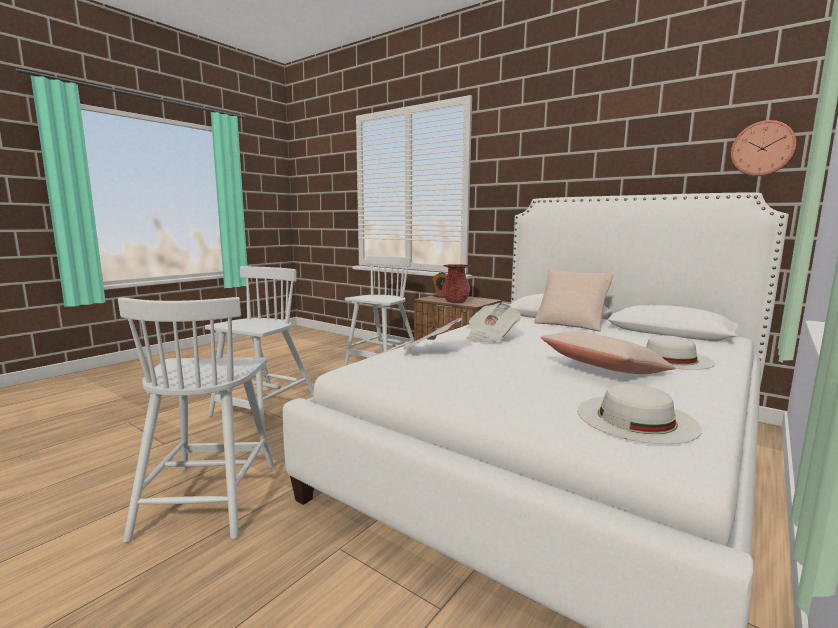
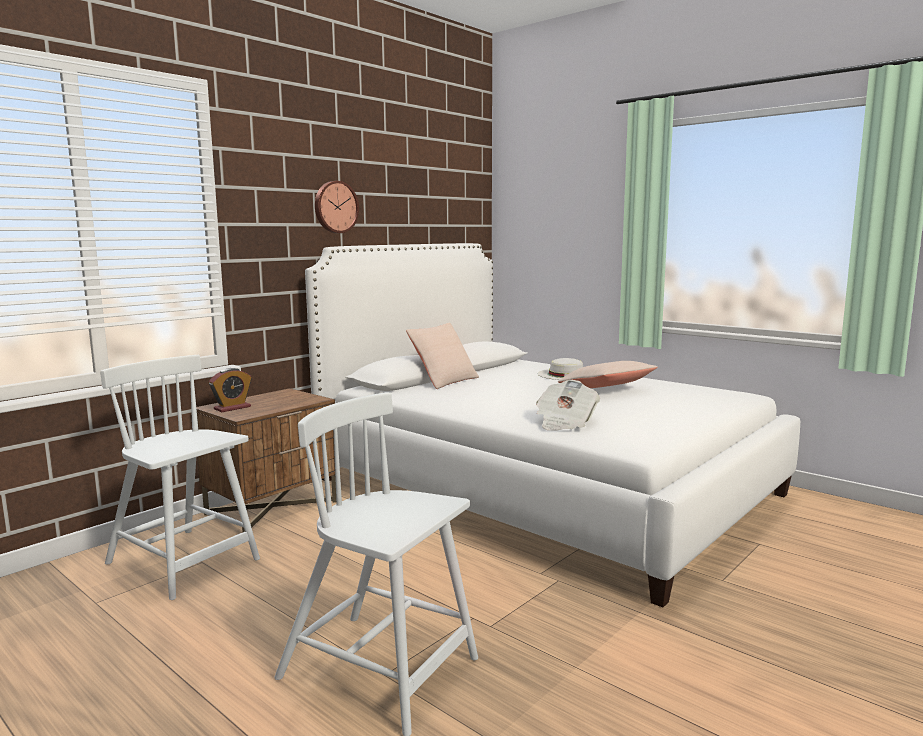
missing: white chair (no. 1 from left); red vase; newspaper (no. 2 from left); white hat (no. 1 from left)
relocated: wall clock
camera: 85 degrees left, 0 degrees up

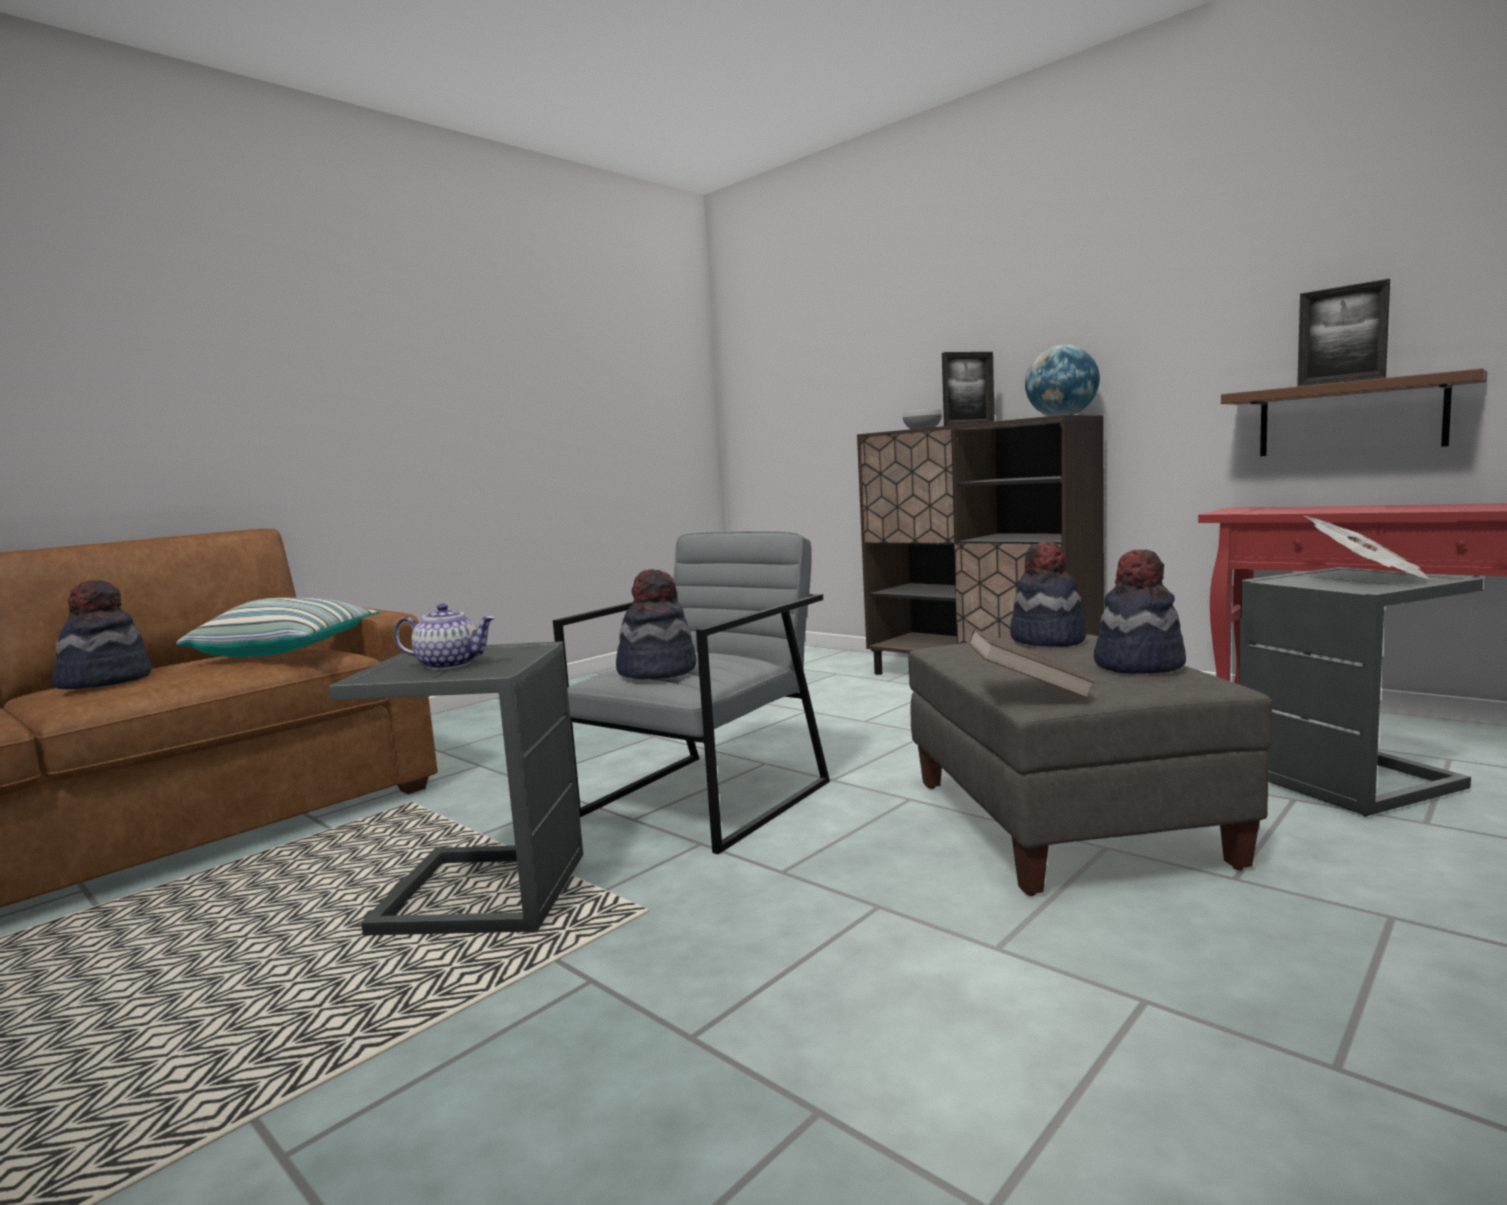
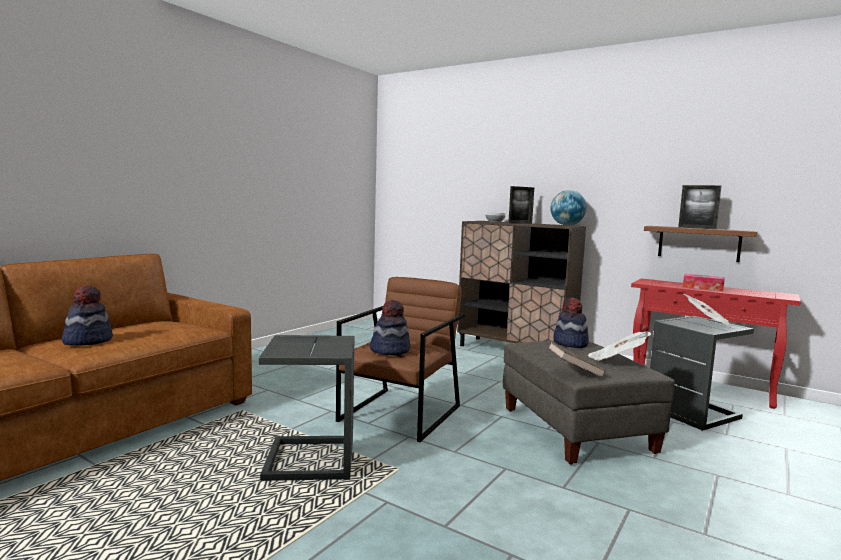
missing: pillow; teapot
appeared: tissue box
exchanged: hat (no. 4 from left) to newspaper (no. 1 from left)
colour: grey armchair to brown armchair
camera: 10 degrees left, 0 degrees up

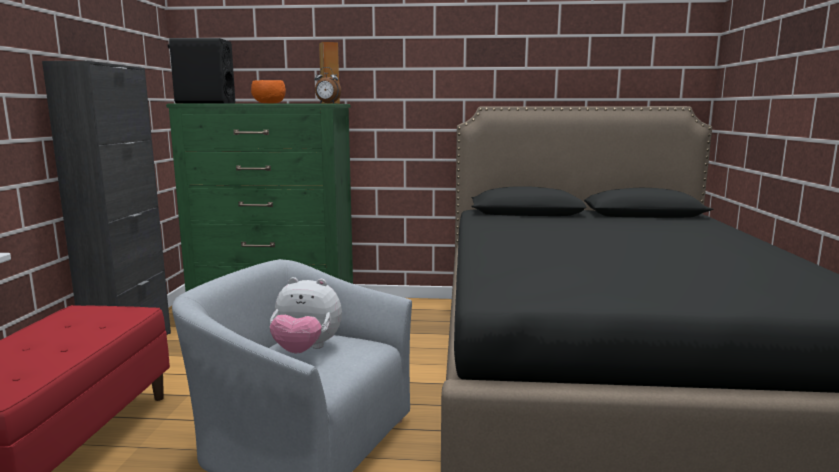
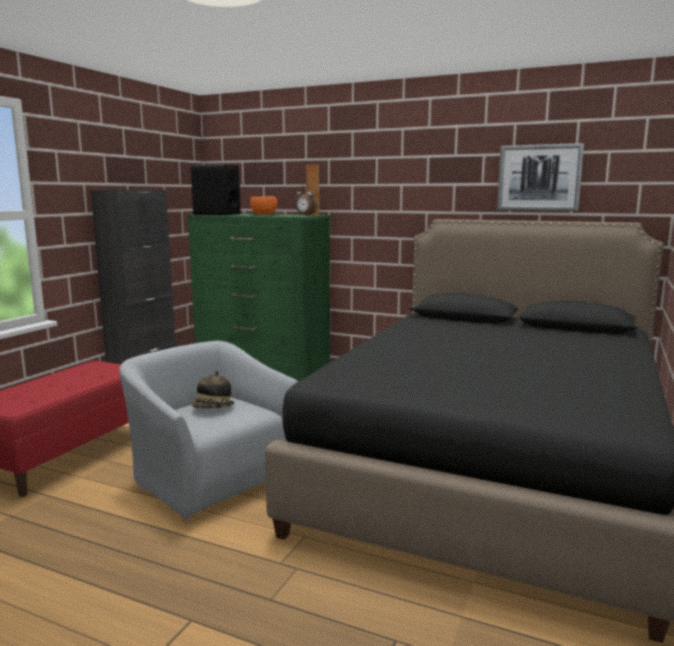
appeared: picture
exchanged: plush toy to hat
camera: 20 degrees right, 0 degrees up

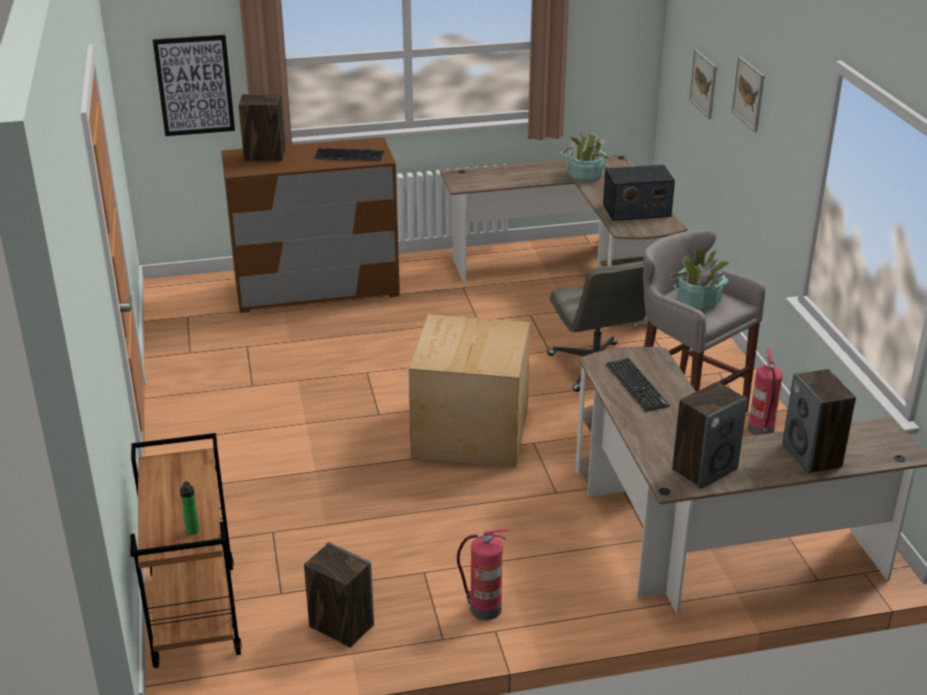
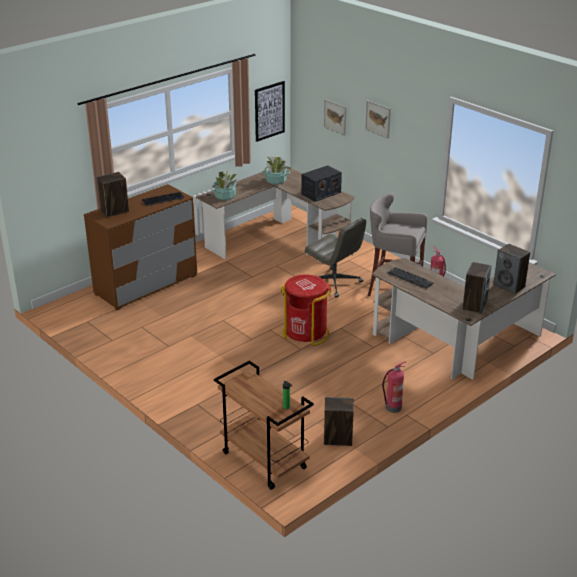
relocated: picture (no. 1 from left); potted plant (no. 2 from left in the first image) to potted plant (no. 1 from left)
exchanged: cardboard box to red trash can
camera: 30 degrees left, 0 degrees up

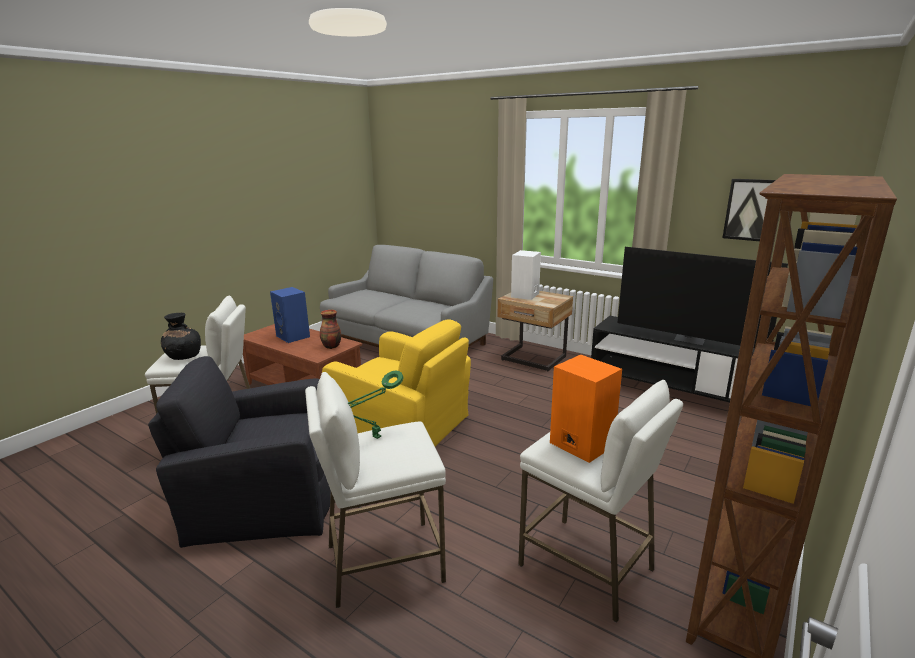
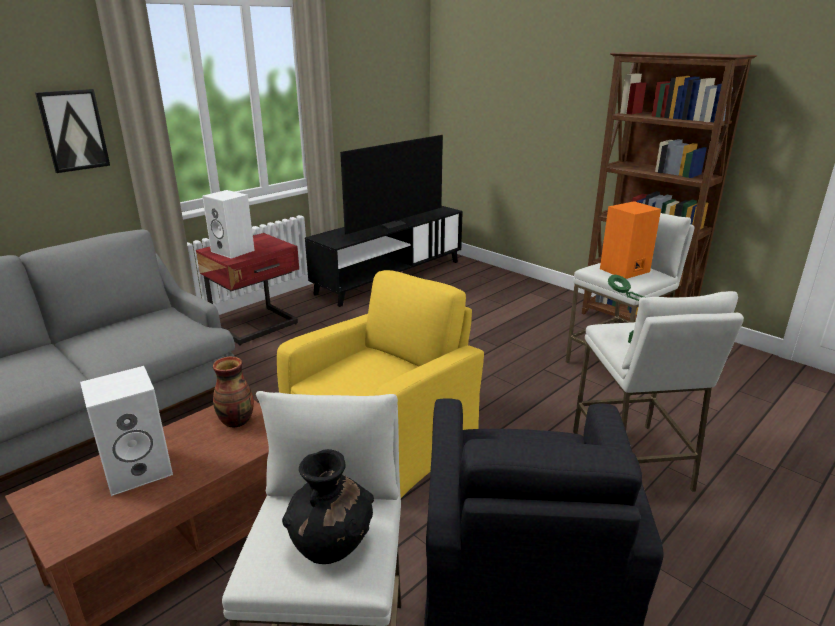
relocated: picture
colour: blue speaker to white speaker (no. 1 from left); beige nightstand to red nightstand
camera: 80 degrees left, 5 degrees up

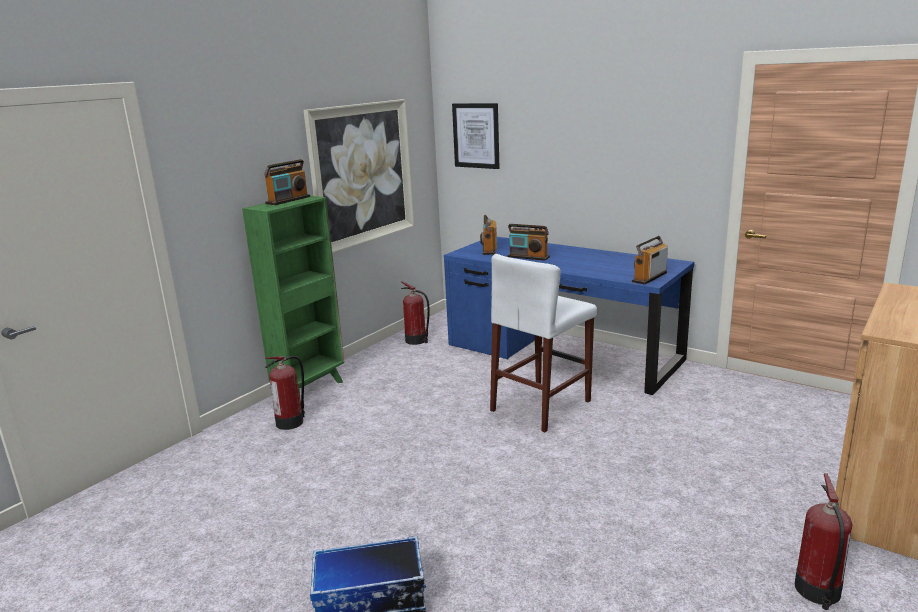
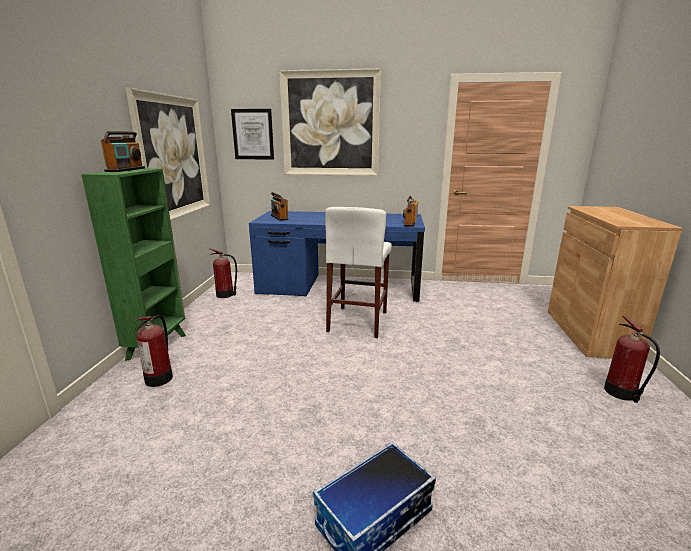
missing: radio (no. 3 from left)
appeared: picture (no. 3 from left)
camera: 30 degrees left, 0 degrees up

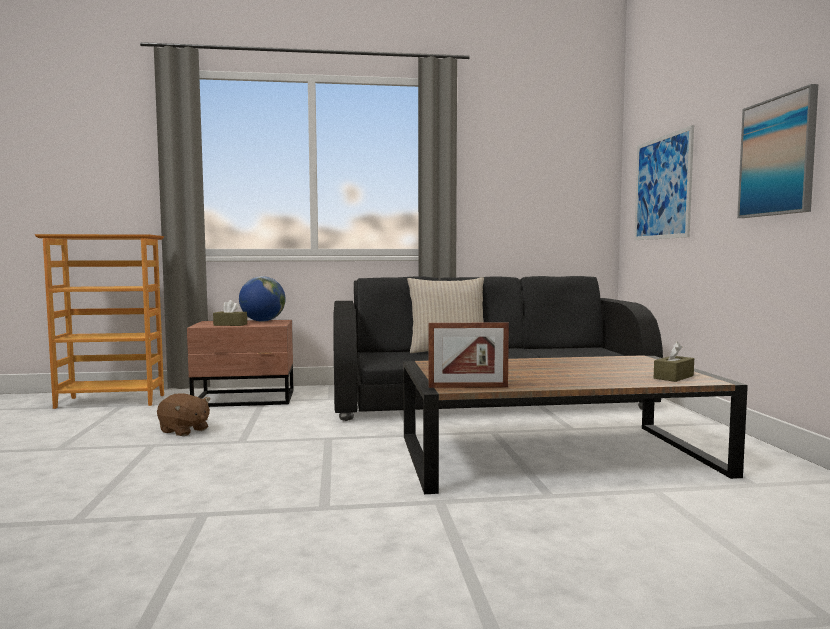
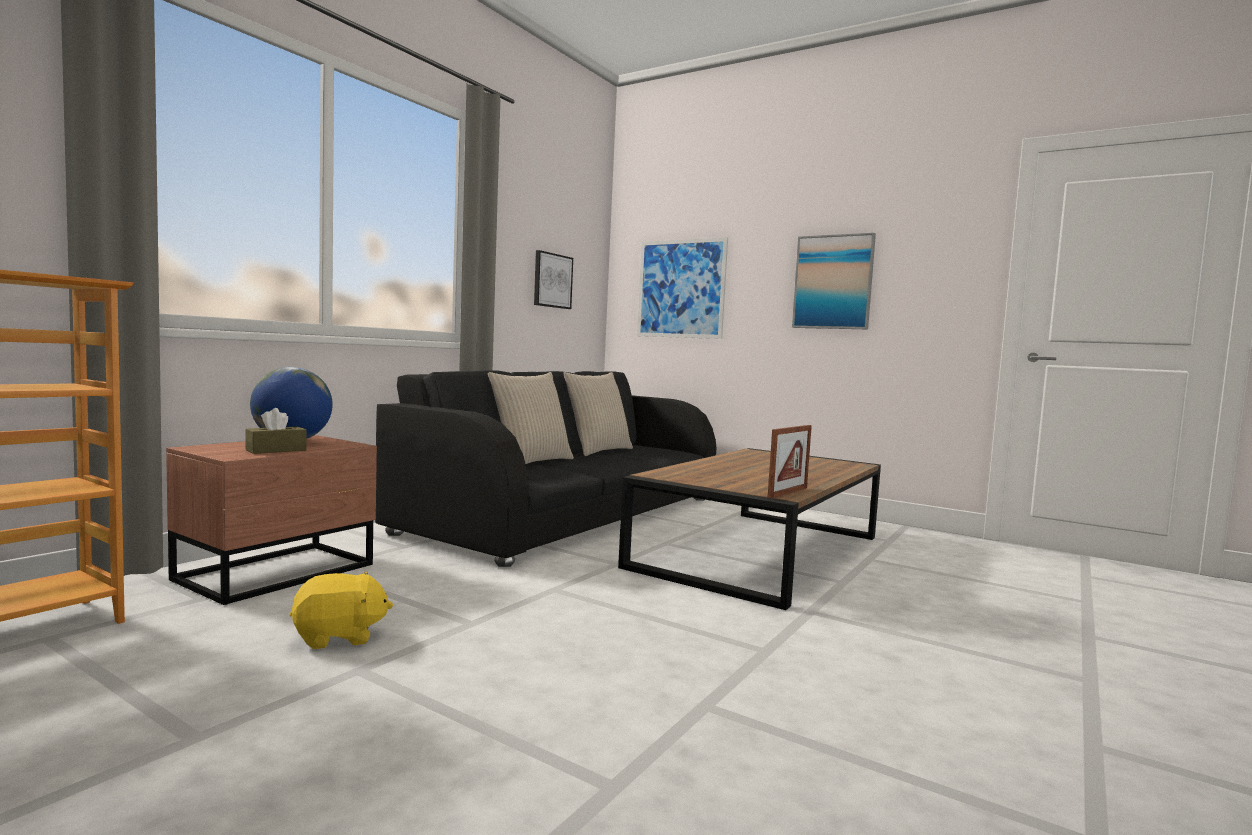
missing: brown tissue box (no. 2 from left)
appeared: picture (no. 1 from left); beige pillow (no. 2 from left)
colour: brown plush toy to yellow plush toy
camera: 50 degrees left, 0 degrees up

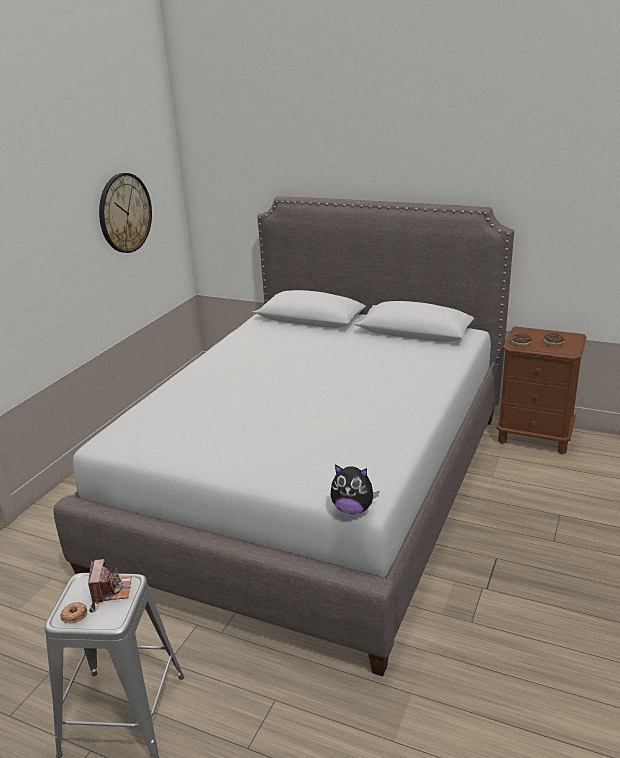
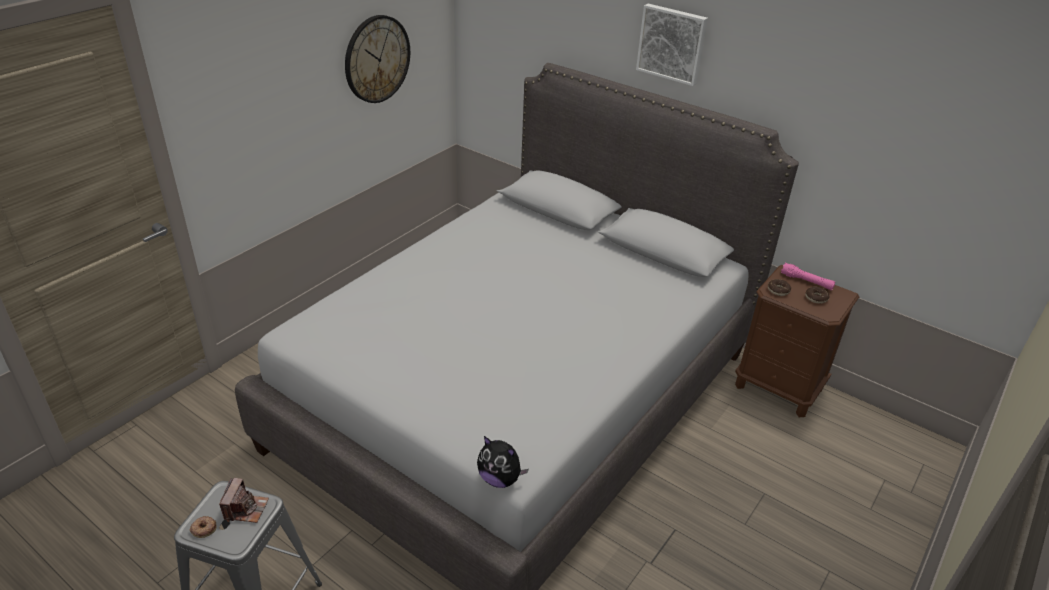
appeared: picture; pink flashlight
camera: 10 degrees right, 10 degrees up

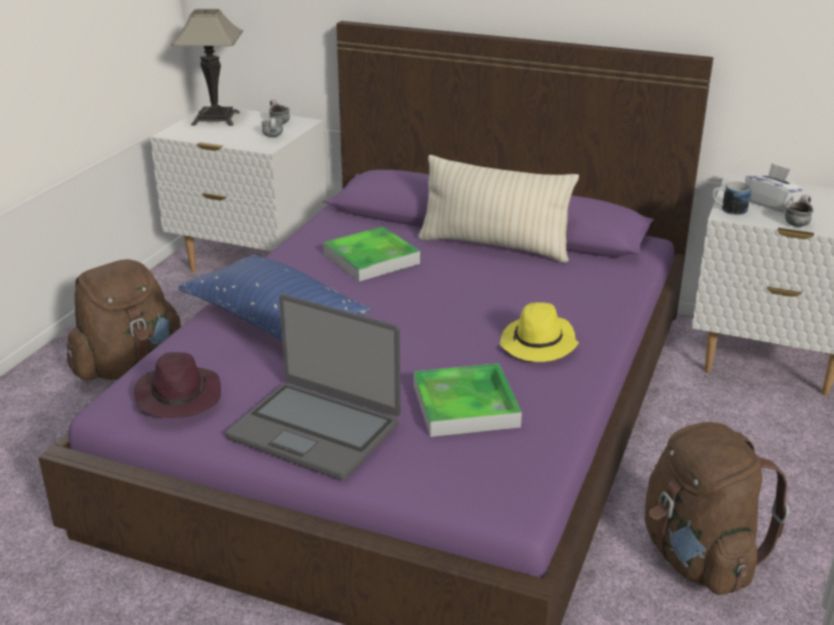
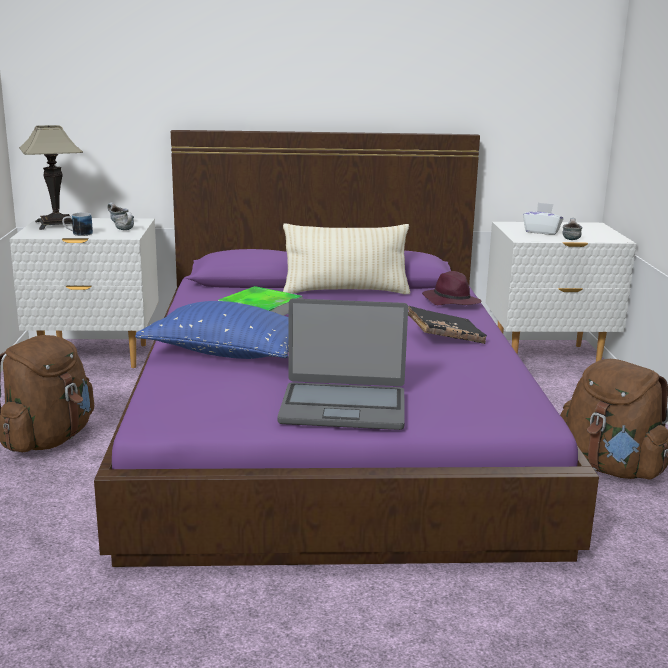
missing: tray (no. 2 from left)
relocated: purple hat; mug (no. 3 from left in the first image) to mug (no. 1 from left)
exchanged: yellow hat to black book
camera: 25 degrees left, 10 degrees down

